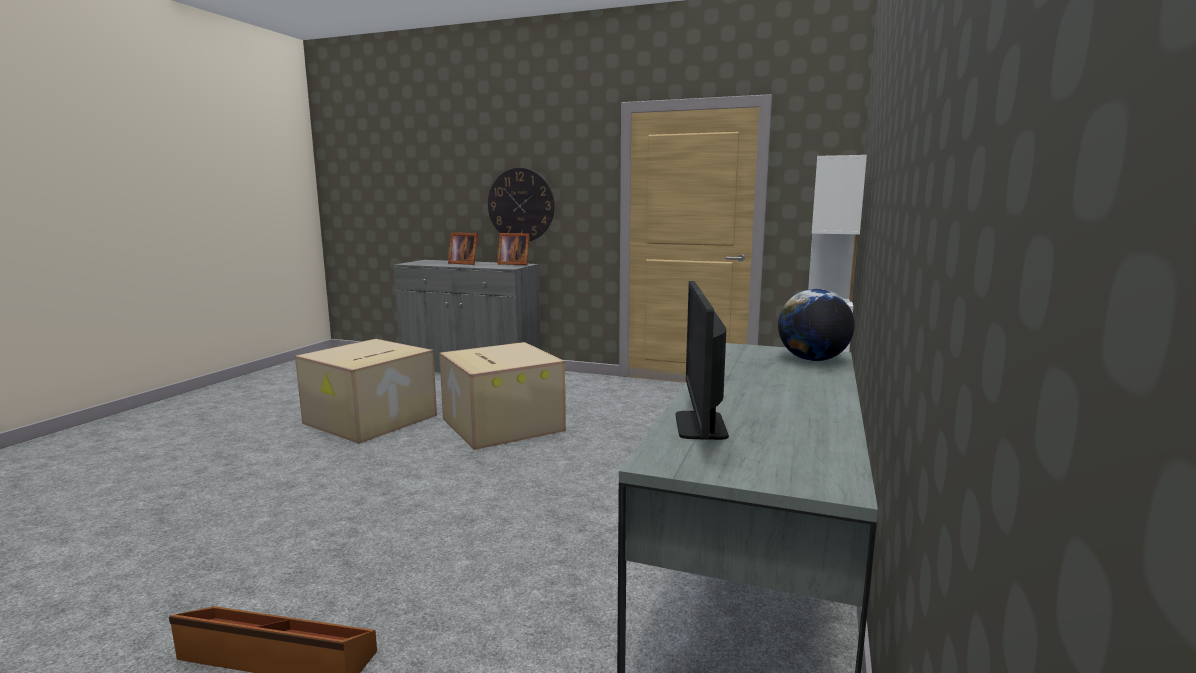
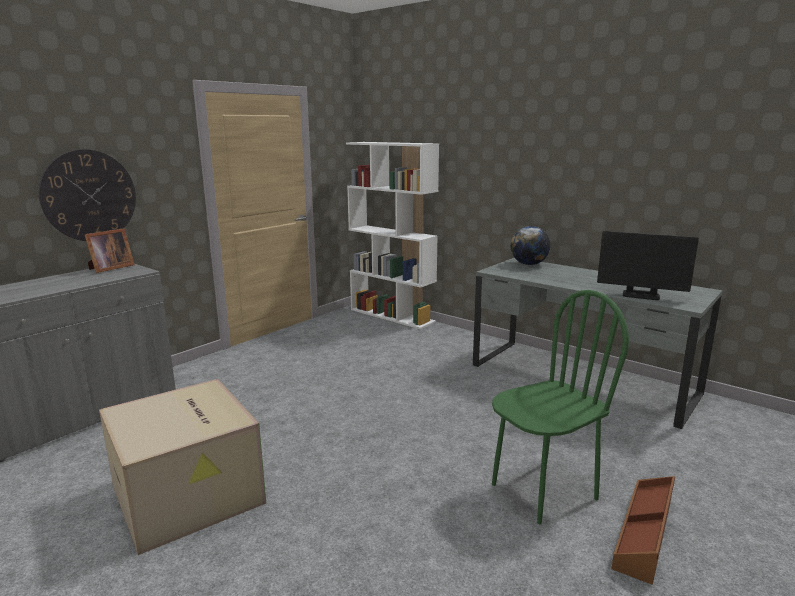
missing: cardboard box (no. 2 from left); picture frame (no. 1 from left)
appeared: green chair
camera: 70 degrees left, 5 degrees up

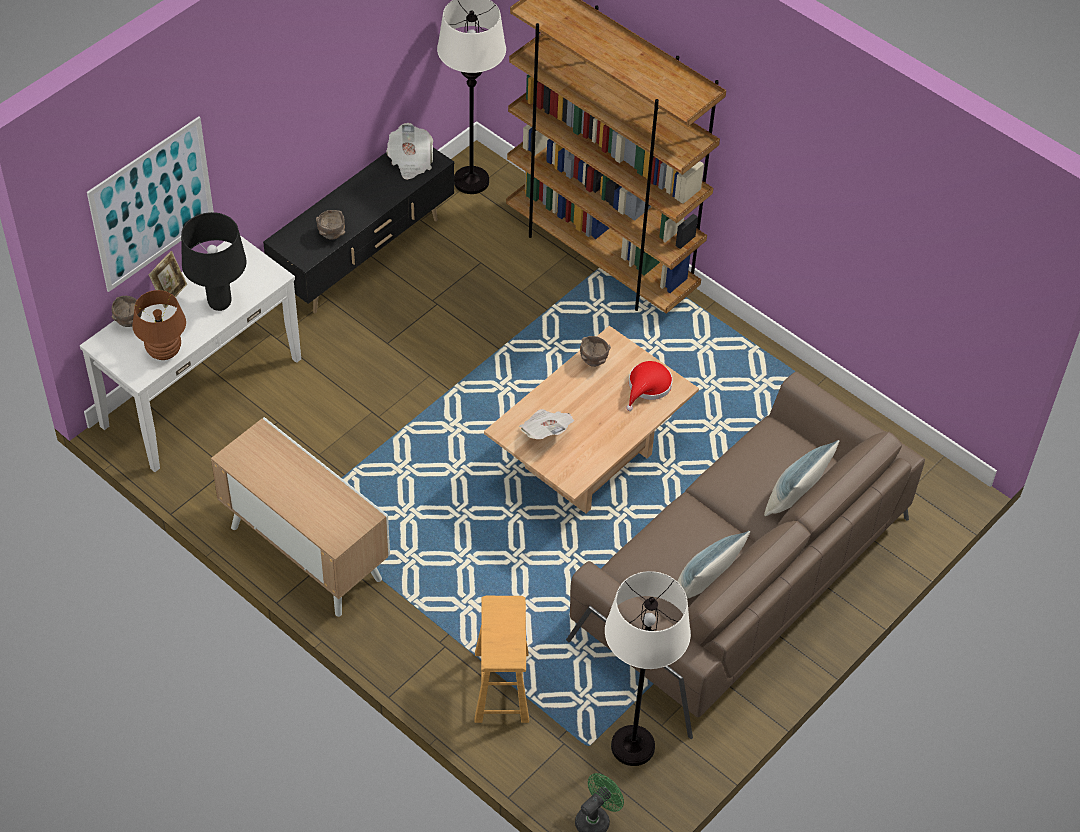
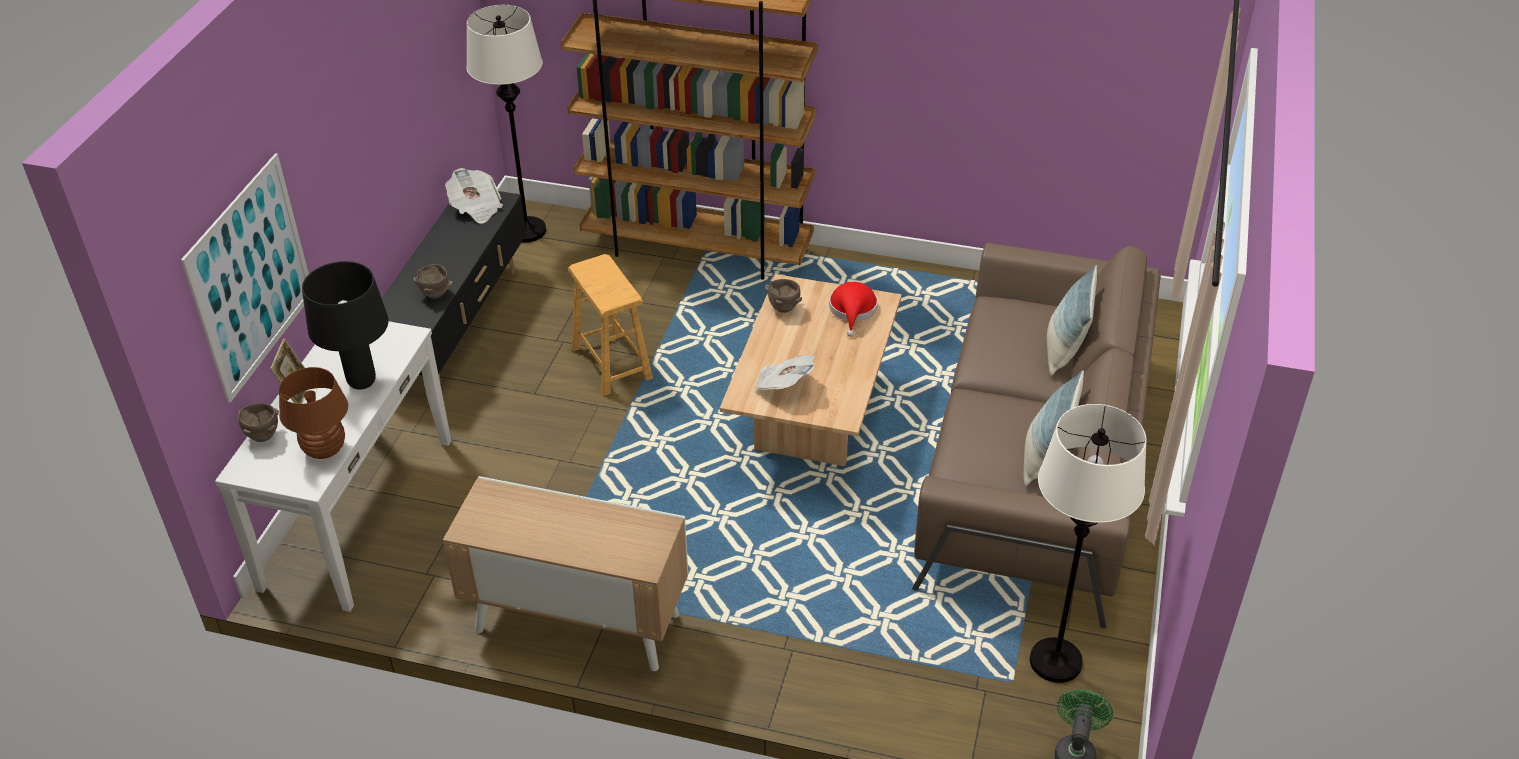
relocated: brown stool
camera: 25 degrees left, 10 degrees down

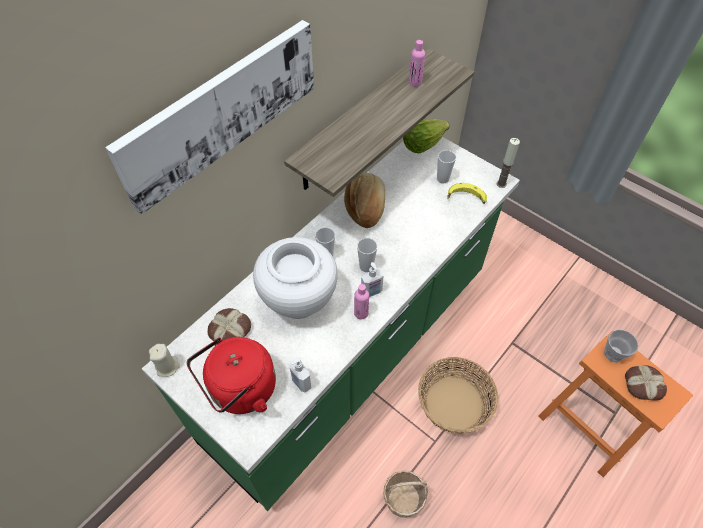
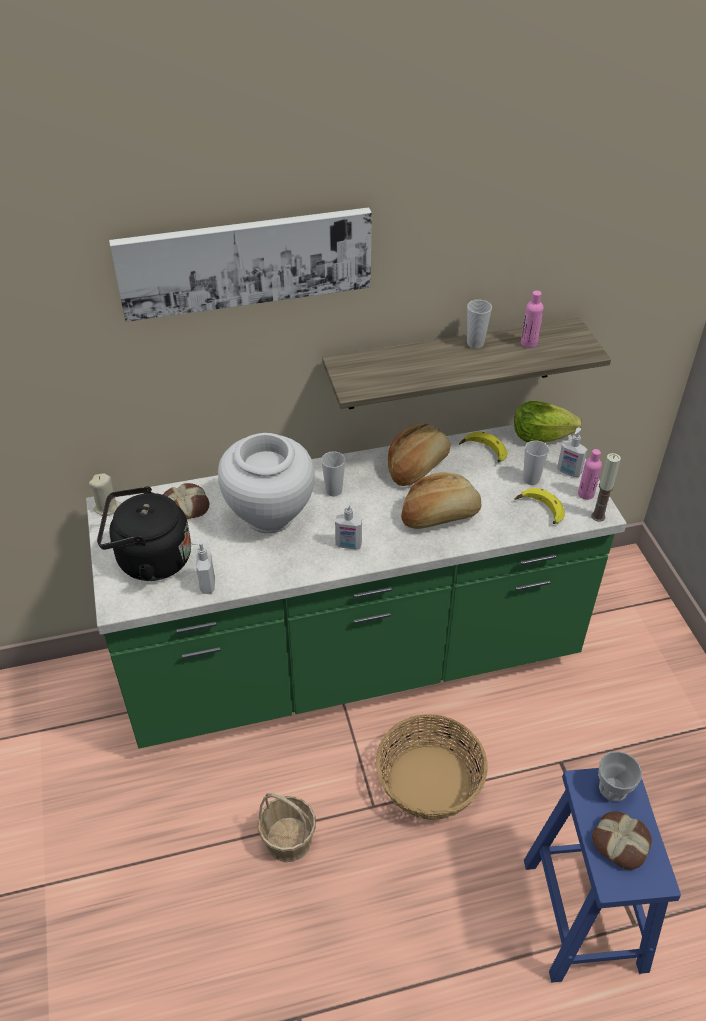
appeared: bread (no. 3 from left); banana (no. 1 from left); soap dispenser (no. 3 from left)
relocated: pink bottle (no. 1 from left in the first image) to pink bottle (no. 2 from left); cup (no. 2 from left)
colour: red kettle to black kettle; orange stool to blue stool
camera: 35 degrees right, 10 degrees down

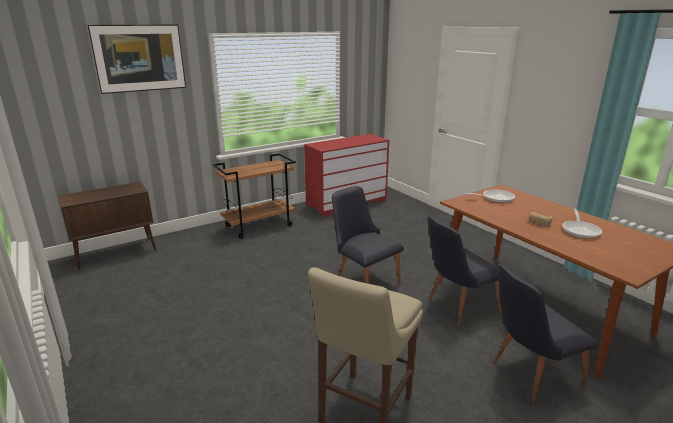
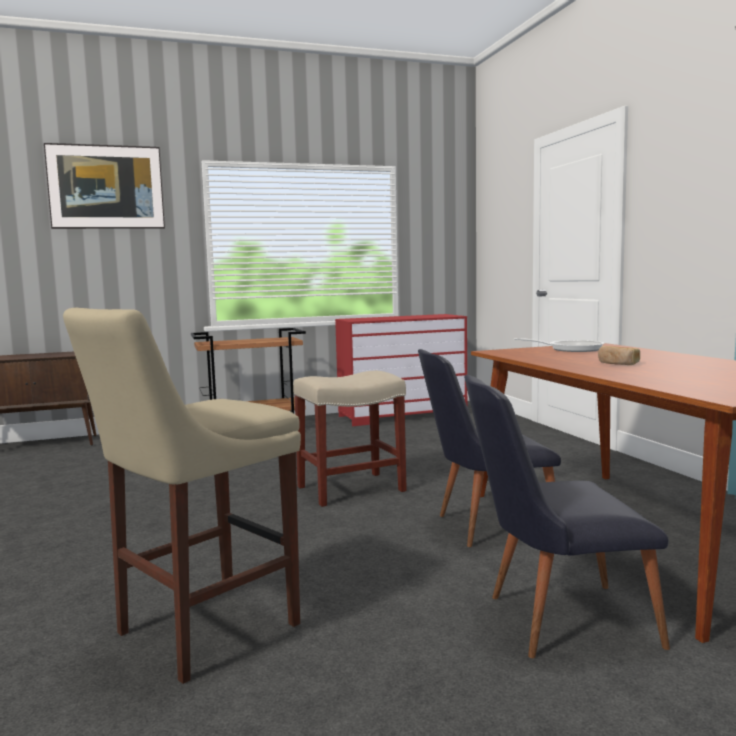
missing: frying pan (no. 2 from left)
exchanged: black chair (no. 1 from left) to beige stool (no. 2 from left)
camera: 15 degrees right, 15 degrees down

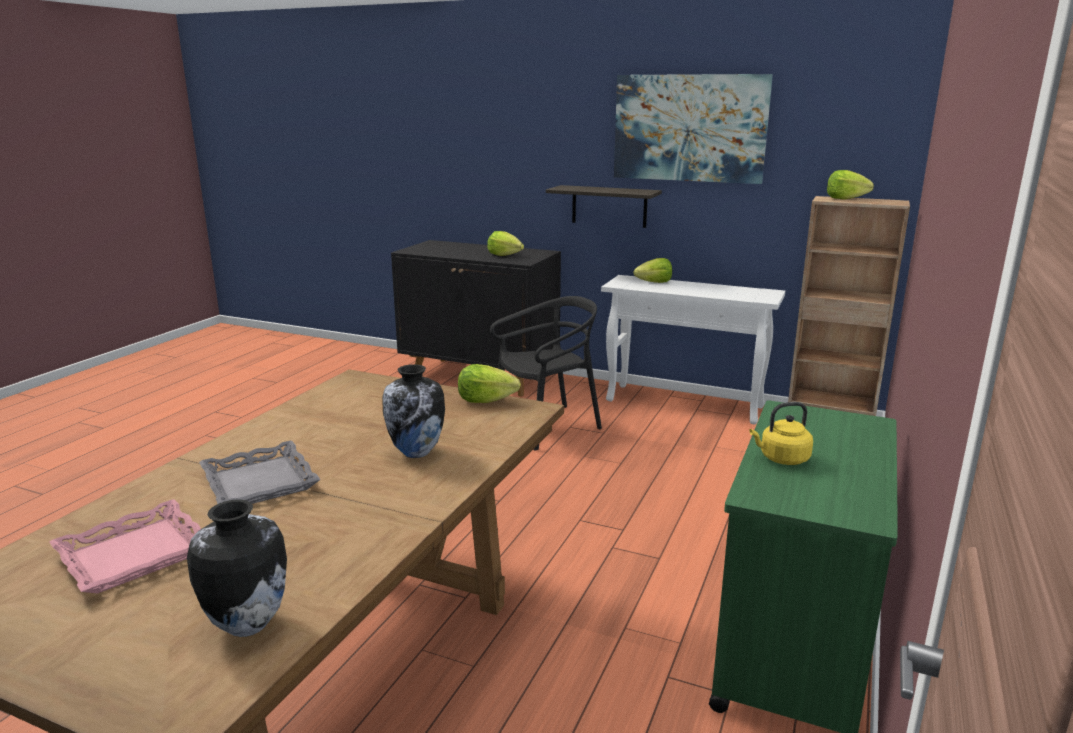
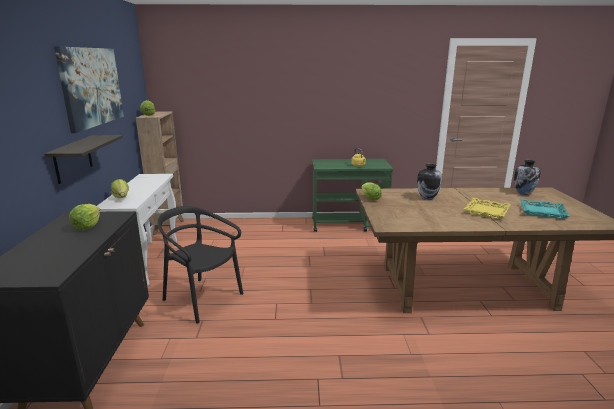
colour: pink tray to turquoise tray; grey tray to yellow tray
camera: 115 degrees left, 0 degrees up

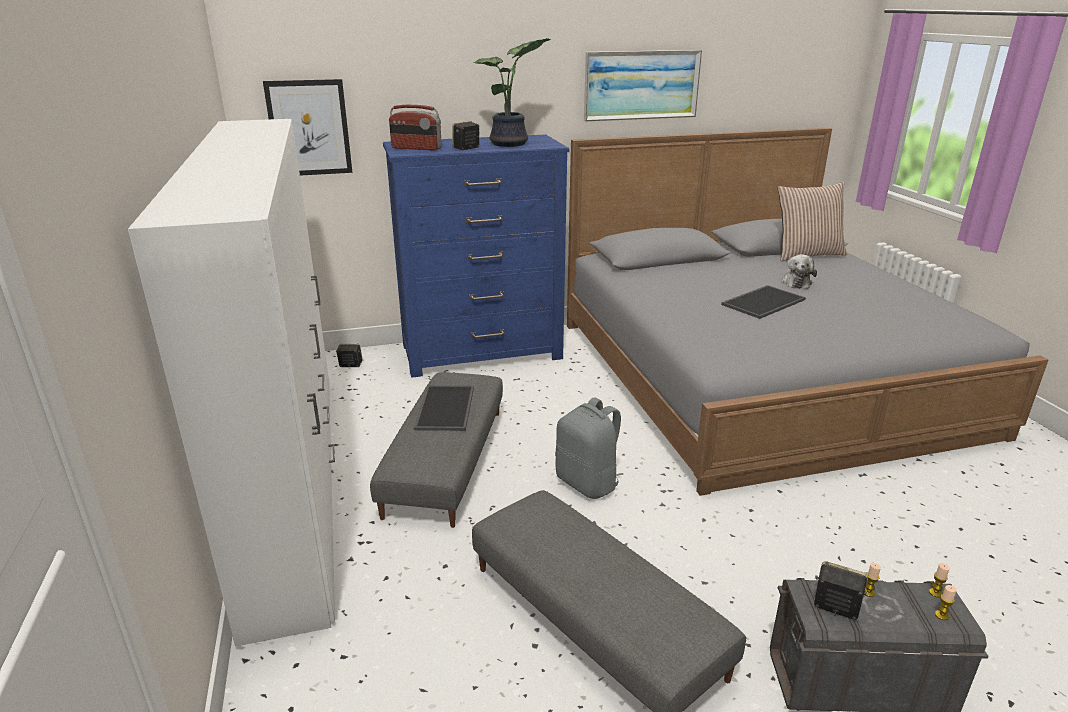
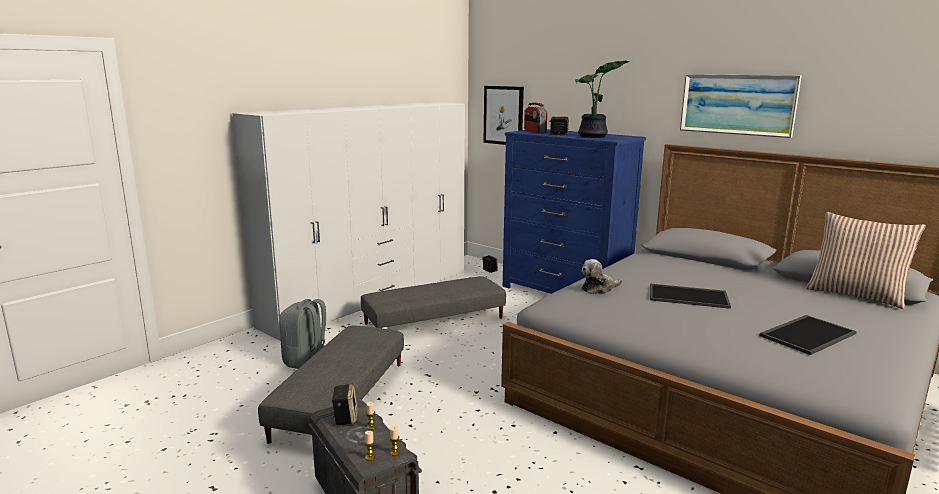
relocated: tray (no. 1 from left in the first image) to tray (no. 2 from left); grey backpack; plush toy
camera: 55 degrees right, 10 degrees down

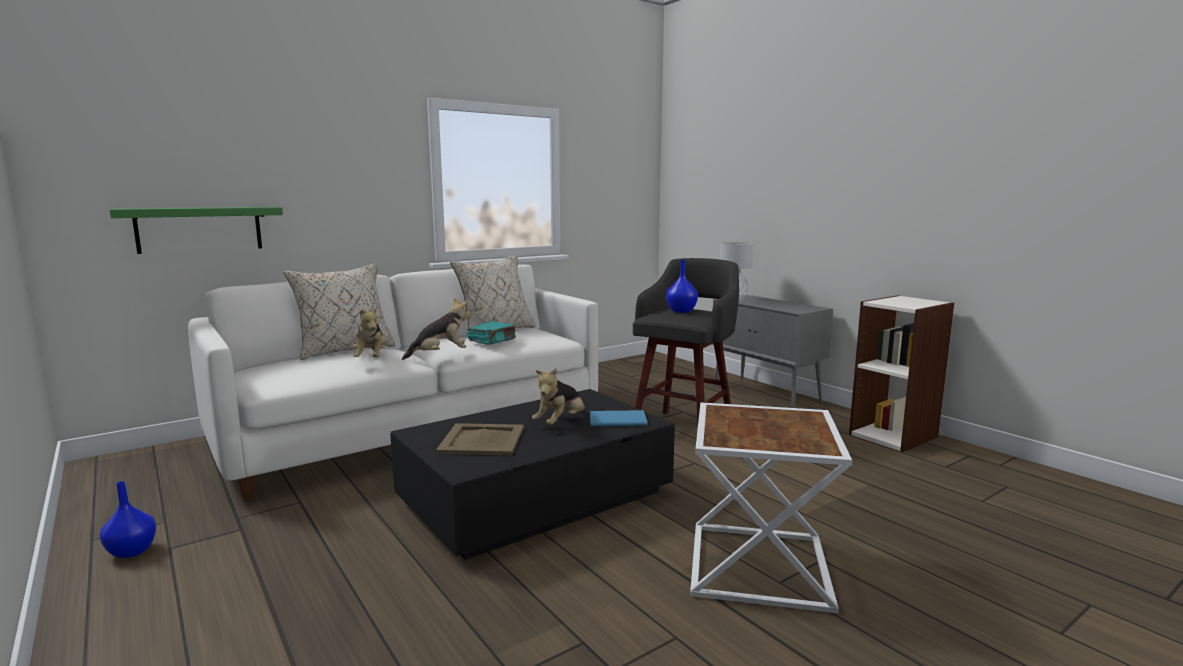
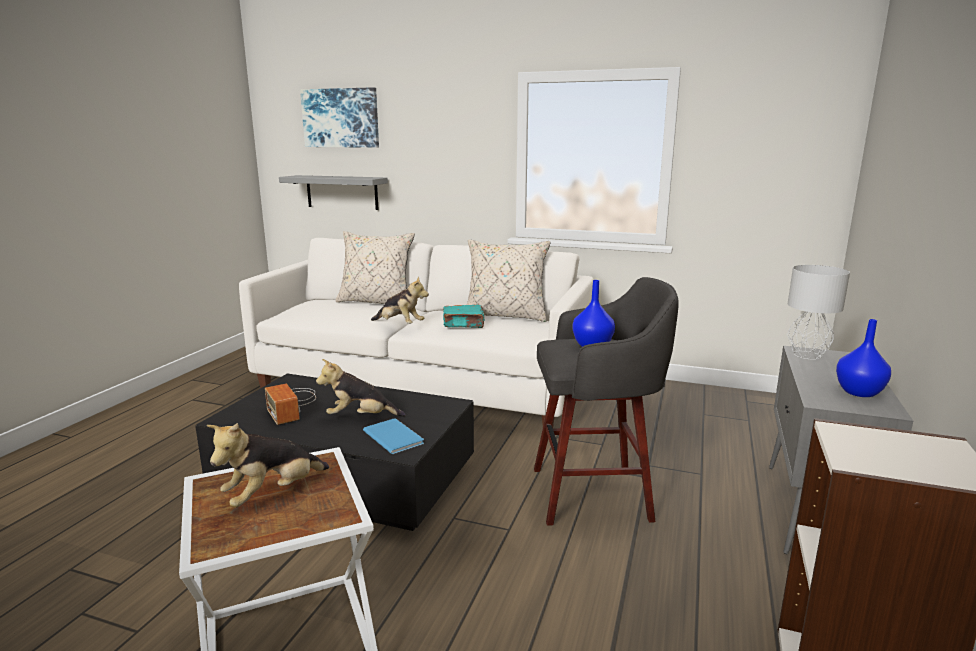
appeared: picture
relocated: blue vase (no. 1 from left in the first image) to blue vase (no. 2 from left); plush toy (no. 1 from left)
exchanged: beige tray to radio
colour: green shelf to grey shelf
camera: 55 degrees right, 5 degrees up

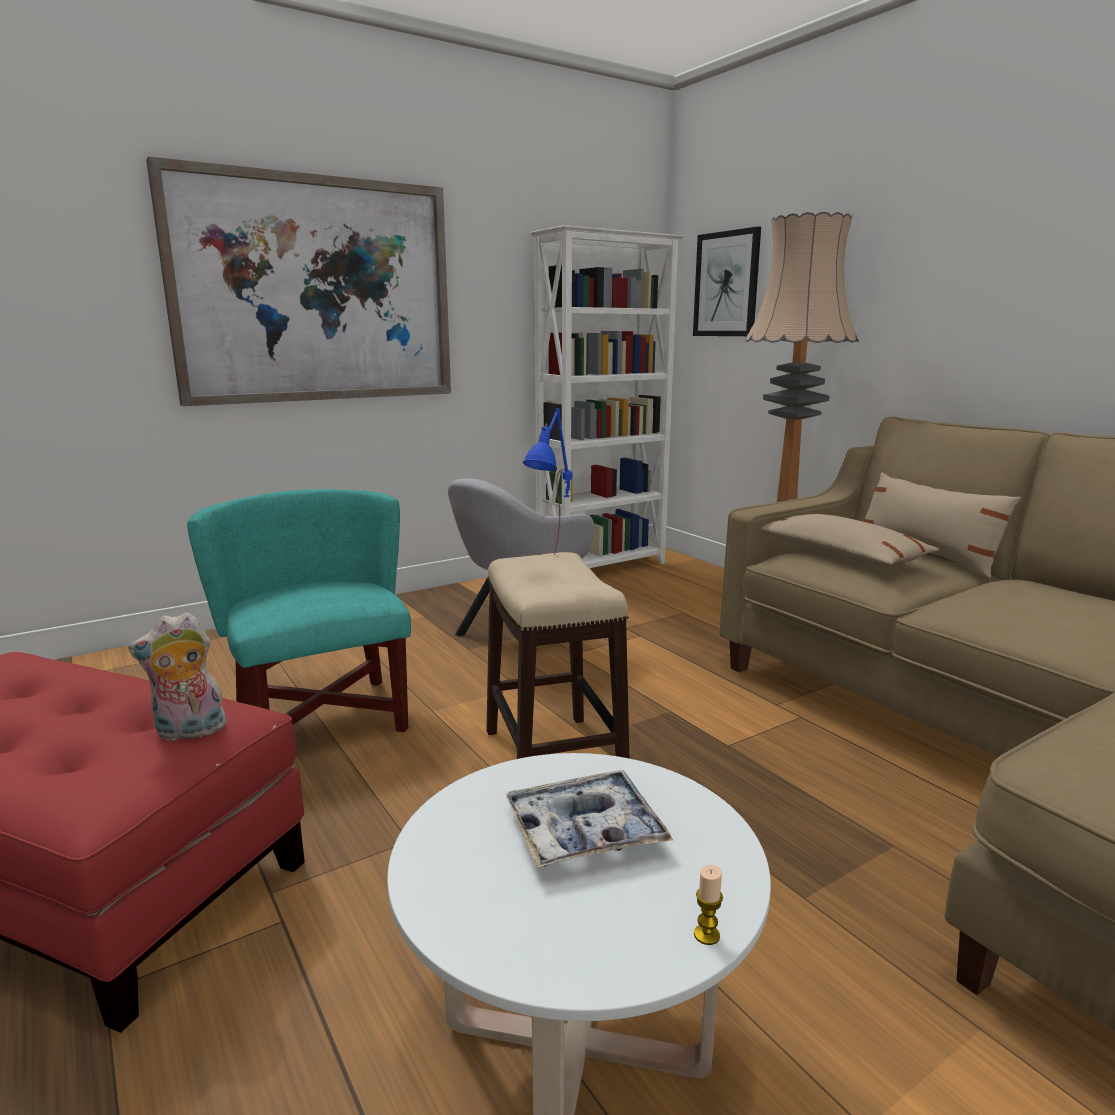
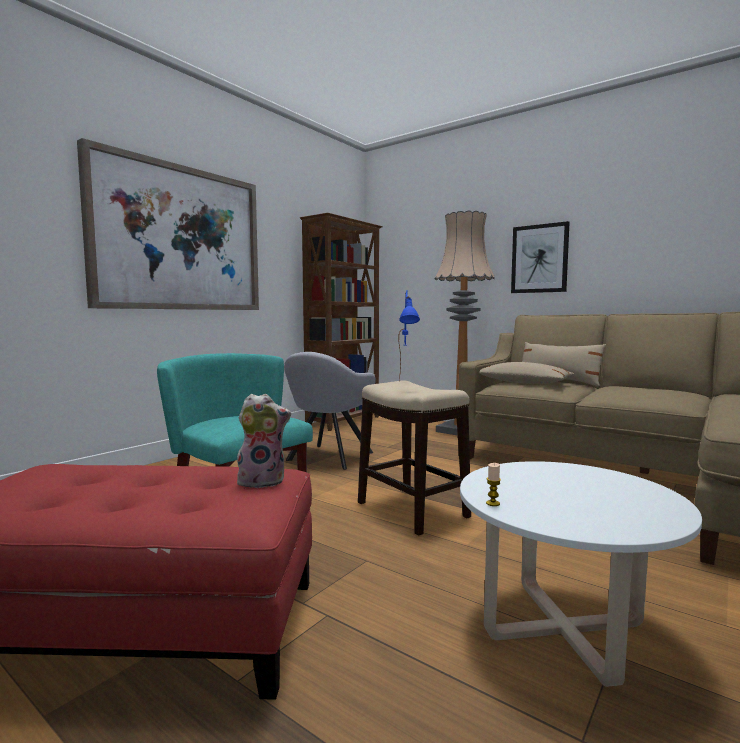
missing: tray
relocated: picture (no. 2 from left); candle
colour: white bookcase to brown bookcase
spun: plush toy 150 degrees counterclockwise
camera: 20 degrees left, 10 degrees down

